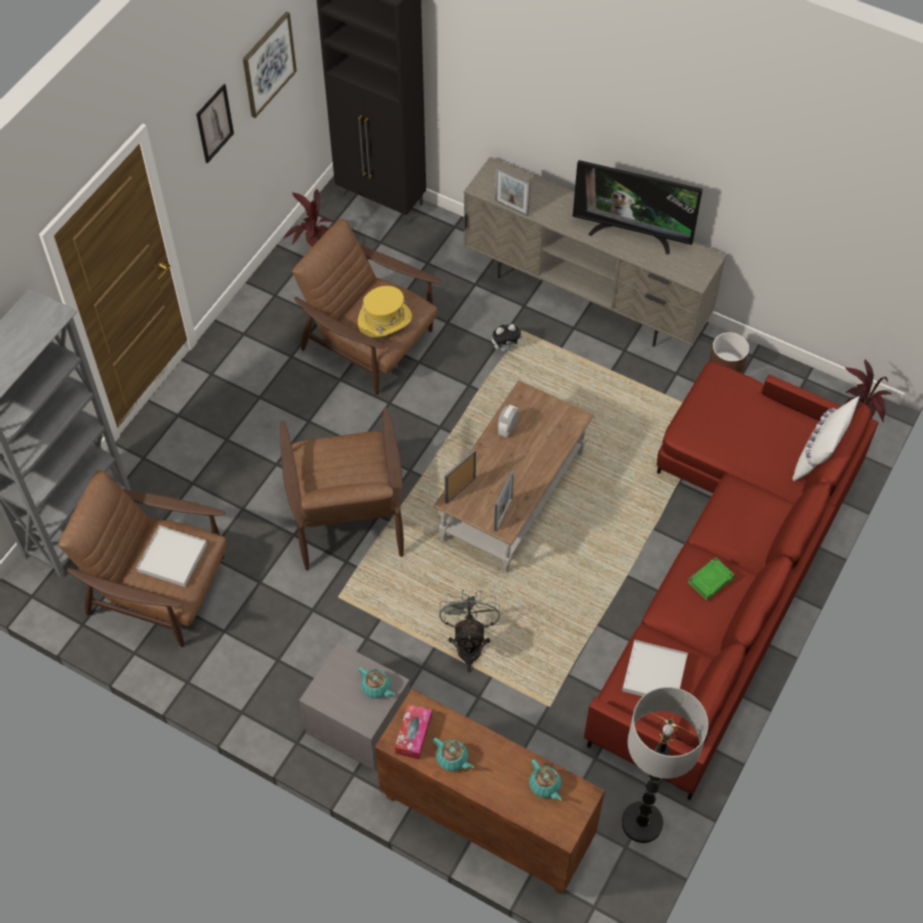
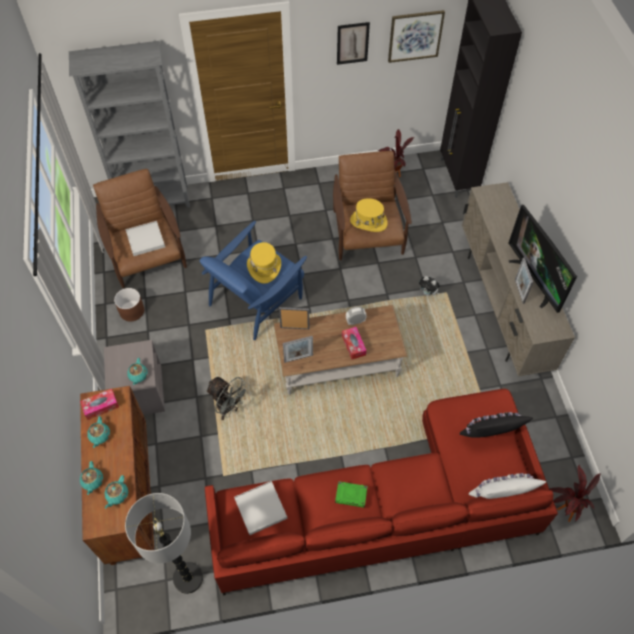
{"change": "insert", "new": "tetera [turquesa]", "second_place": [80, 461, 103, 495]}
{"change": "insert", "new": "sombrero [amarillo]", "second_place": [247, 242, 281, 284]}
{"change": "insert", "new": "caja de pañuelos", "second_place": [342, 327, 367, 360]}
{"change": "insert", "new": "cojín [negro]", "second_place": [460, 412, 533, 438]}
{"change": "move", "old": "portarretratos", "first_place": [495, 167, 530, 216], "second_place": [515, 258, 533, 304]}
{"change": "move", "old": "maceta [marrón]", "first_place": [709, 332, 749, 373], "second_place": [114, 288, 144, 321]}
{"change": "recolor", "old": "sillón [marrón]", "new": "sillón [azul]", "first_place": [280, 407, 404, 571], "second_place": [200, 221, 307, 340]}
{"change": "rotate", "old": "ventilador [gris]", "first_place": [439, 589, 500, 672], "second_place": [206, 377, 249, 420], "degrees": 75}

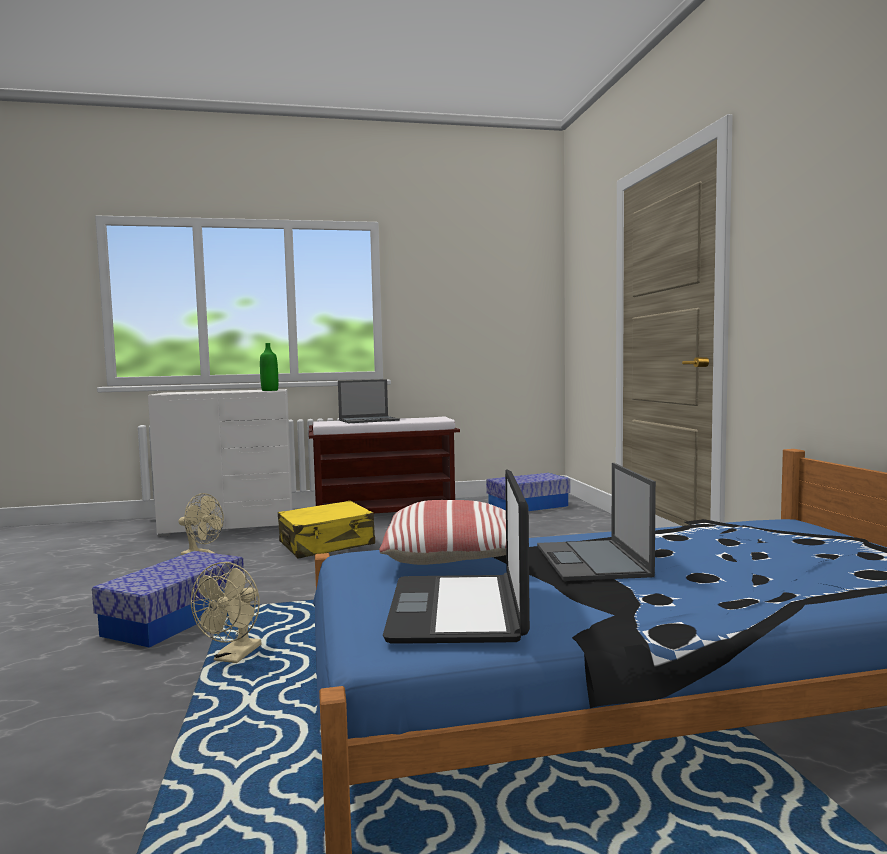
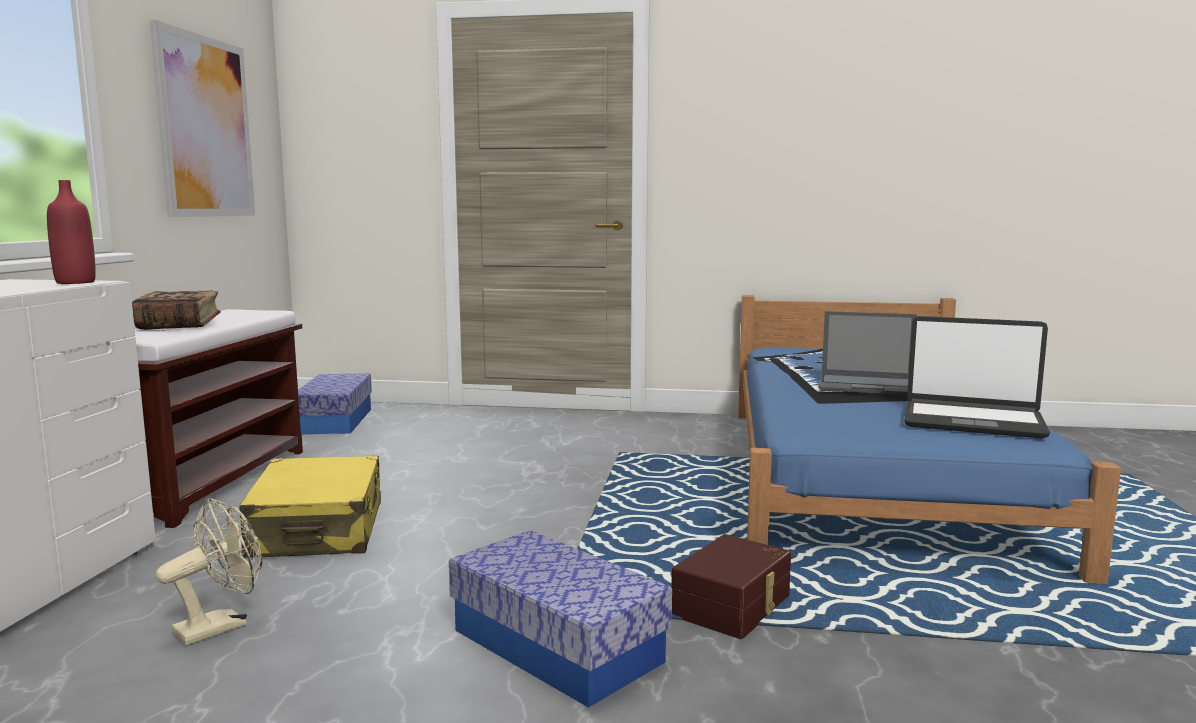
{"change": "delete", "old": "cojín", "first_place": [379, 500, 506, 565]}
{"change": "insert", "new": "cuadro", "second_place": [150, 20, 255, 217]}
{"change": "replace", "old": "ventilador [beis]", "new": "caja de almacenaje [marrón]", "first_place": [191, 562, 262, 663], "second_place": [671, 534, 791, 639]}
{"change": "replace", "old": "portátil", "new": "libro", "first_place": [338, 379, 400, 423], "second_place": [132, 291, 221, 330]}
{"change": "recolor", "old": "botella [verde]", "new": "botella [rojo]", "first_place": [260, 343, 278, 391], "second_place": [47, 180, 96, 284]}

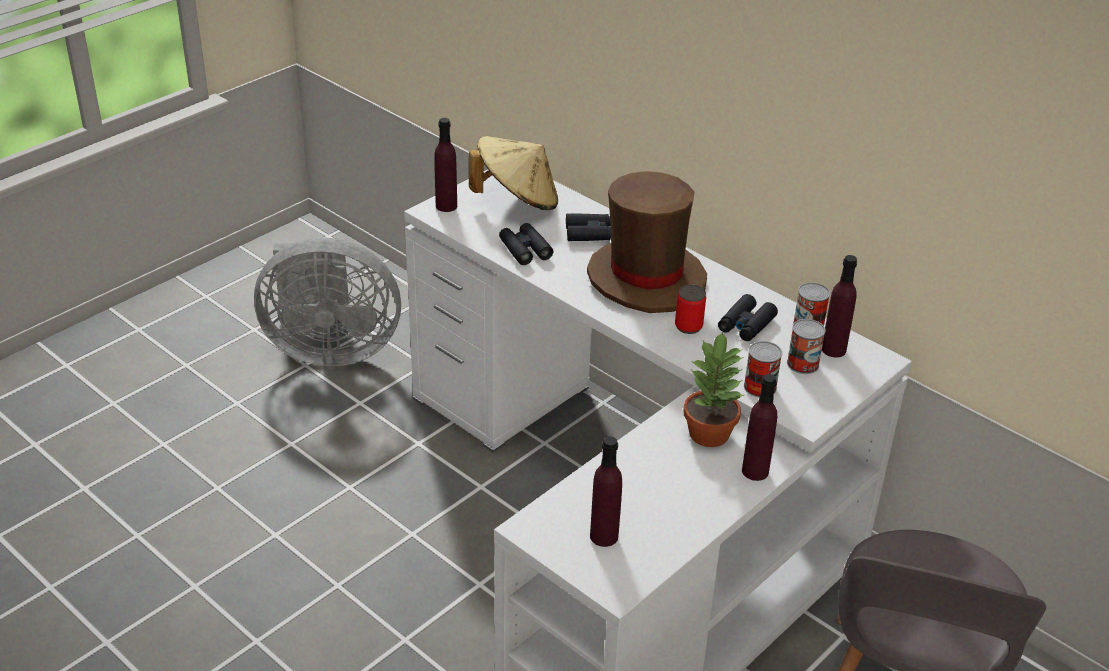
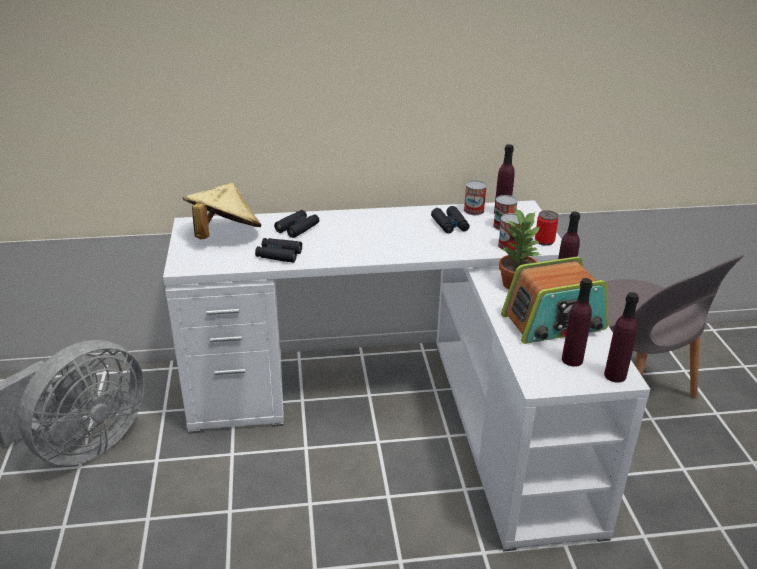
{"change": "delete", "old": "sombrero [marrón]", "first_place": [587, 171, 707, 313]}
{"change": "insert", "new": "radio", "second_place": [501, 257, 608, 344]}
{"change": "move", "old": "botella [morado]", "first_place": [434, 118, 457, 212], "second_place": [604, 292, 639, 383]}
{"change": "move", "old": "lata", "first_place": [675, 285, 706, 334], "second_place": [535, 210, 558, 246]}

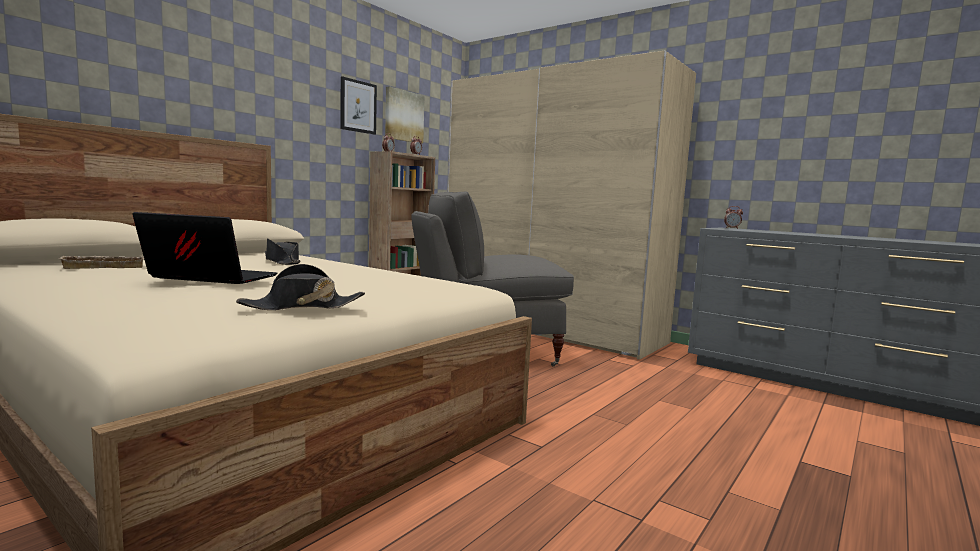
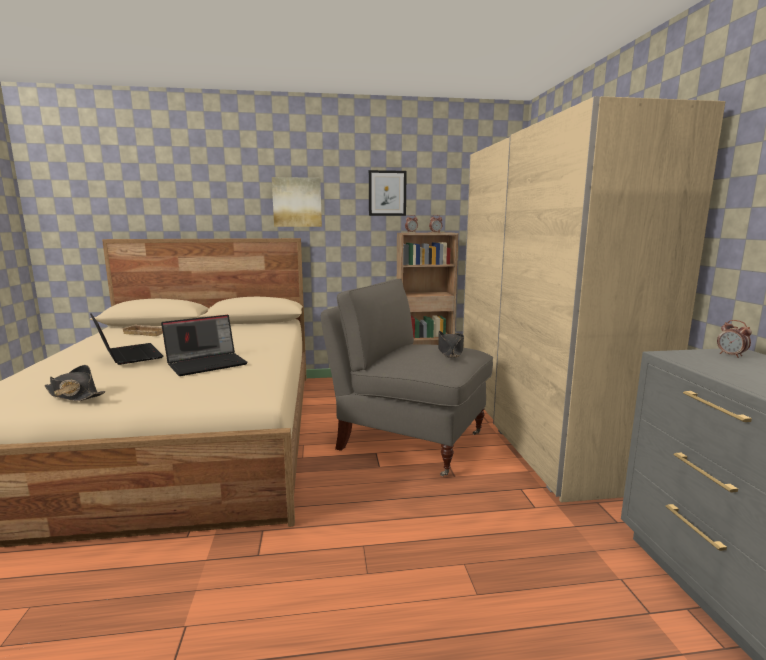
{"change": "insert", "new": "portátil", "second_place": [161, 315, 248, 376]}
{"change": "move", "old": "sombrero [negro]", "first_place": [265, 238, 301, 265], "second_place": [438, 331, 464, 358]}
{"change": "move", "old": "cuadro", "first_place": [385, 86, 425, 144], "second_place": [272, 177, 322, 227]}

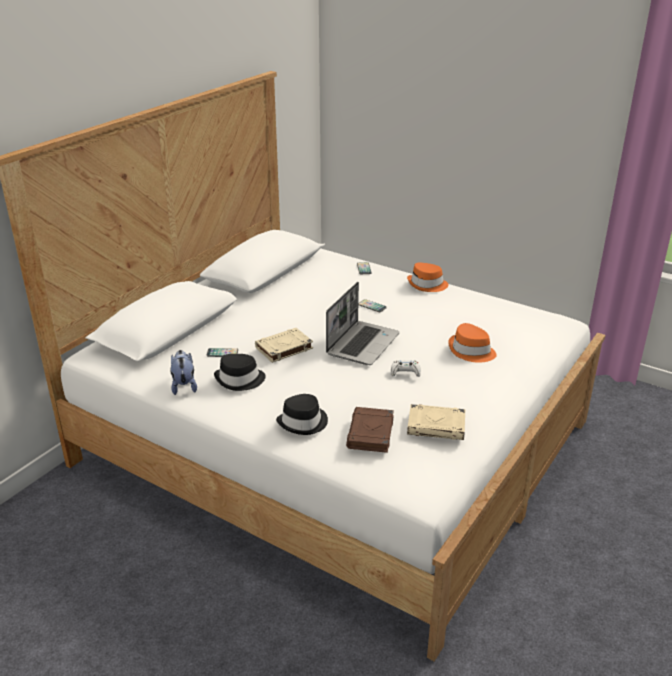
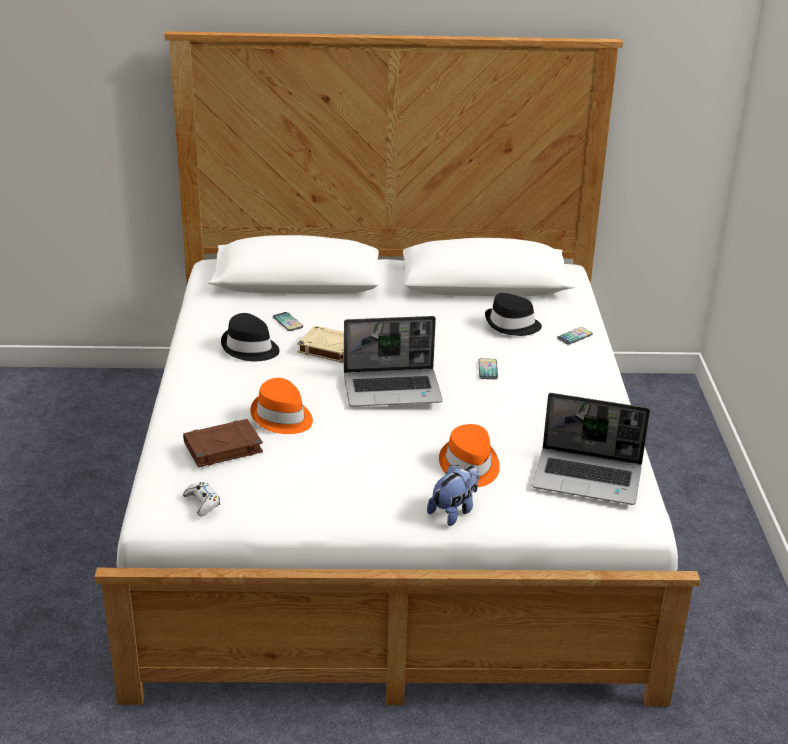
{"change": "delete", "old": "libro [beis]", "first_place": [407, 404, 465, 440]}
{"change": "insert", "new": "portátil", "second_place": [532, 393, 650, 505]}
{"change": "move", "old": "peluche", "first_place": [170, 350, 197, 395], "second_place": [427, 465, 479, 526]}
{"change": "move", "old": "sombrero [negro]", "first_place": [276, 394, 328, 435], "second_place": [485, 293, 542, 336]}
{"change": "move", "old": "mando de consola [blanco]", "first_place": [391, 360, 421, 377], "second_place": [183, 482, 220, 516]}
{"change": "move", "old": "sombrero [naranja]", "first_place": [407, 263, 449, 292], "second_place": [250, 378, 313, 434]}

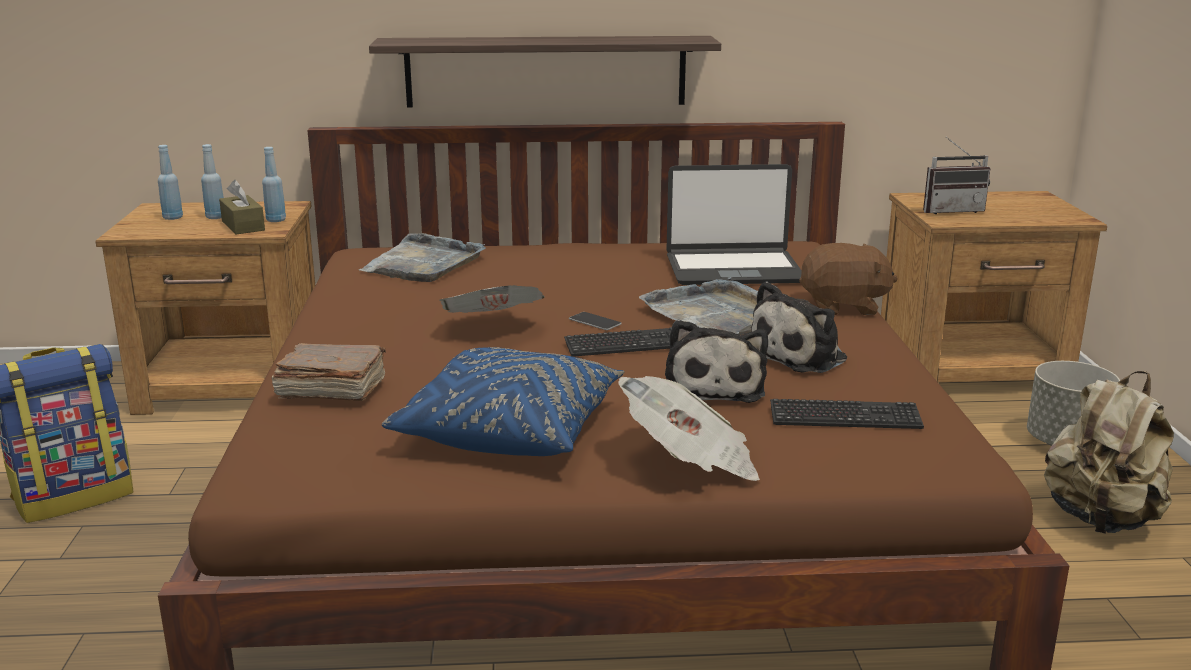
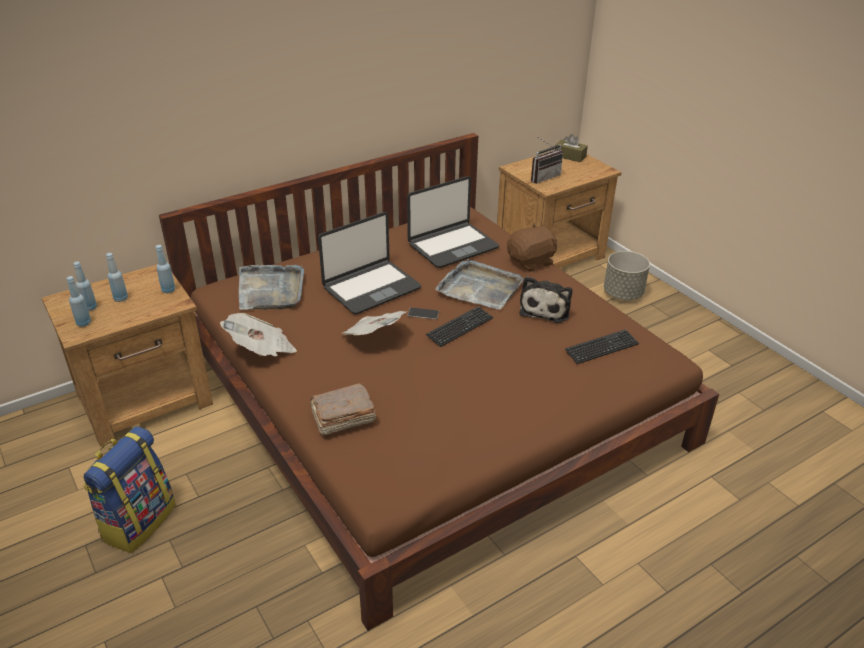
{"change": "delete", "old": "estante", "first_place": [369, 36, 721, 107]}
{"change": "delete", "old": "cojín [azul]", "first_place": [382, 347, 625, 456]}
{"change": "delete", "old": "peluche", "first_place": [665, 320, 768, 403]}
{"change": "delete", "old": "mochila [beis]", "first_place": [1044, 371, 1174, 534]}
{"change": "insert", "new": "botella [azul]", "second_place": [66, 276, 91, 327]}
{"change": "insert", "new": "portátil", "second_place": [318, 212, 421, 314]}
{"change": "move", "old": "caja de pañuelos [marrón]", "first_place": [219, 180, 265, 234], "second_place": [555, 134, 588, 163]}
{"change": "move", "old": "periódico", "first_place": [618, 376, 760, 481], "second_place": [220, 313, 297, 356]}

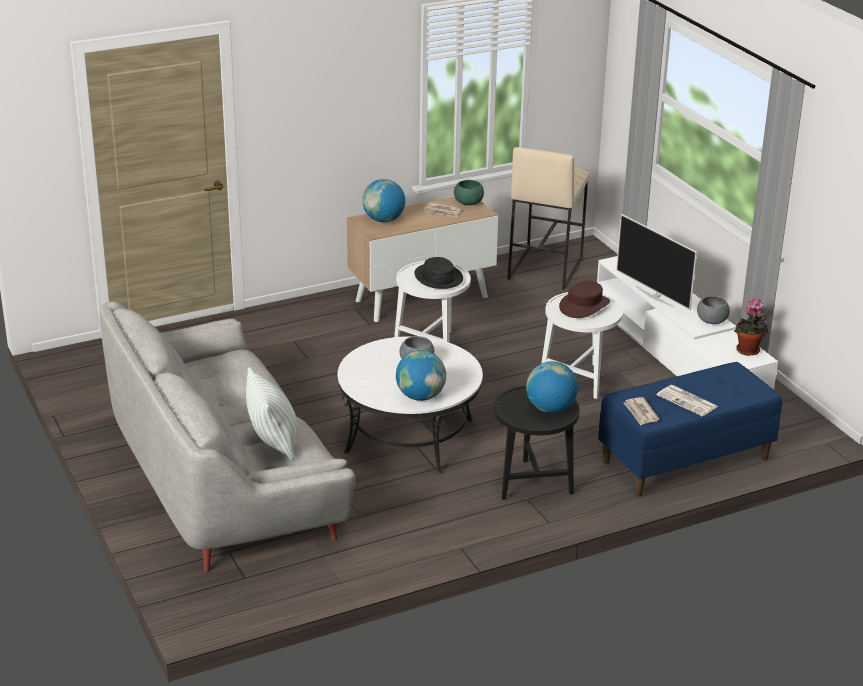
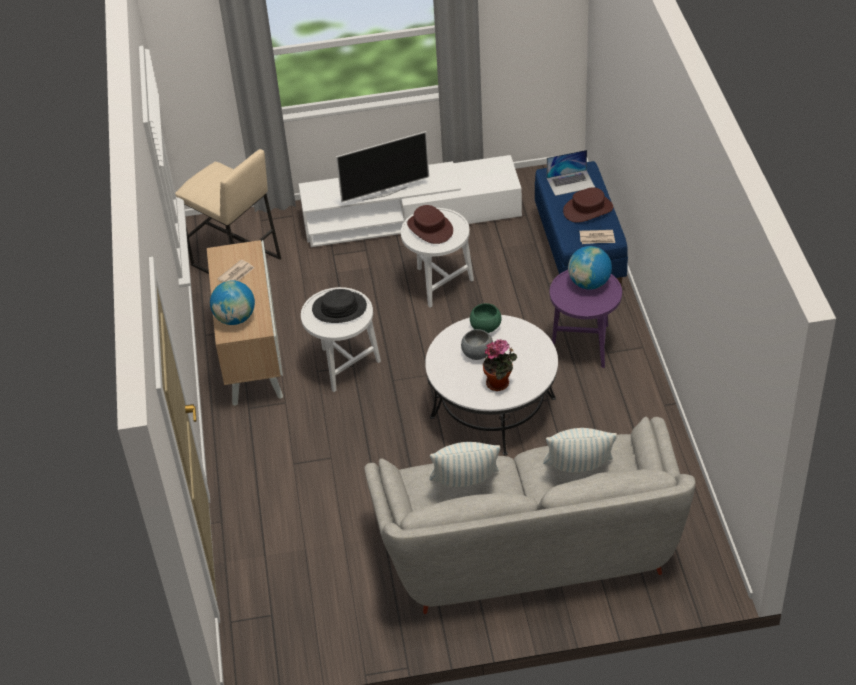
{"change": "delete", "old": "globo terráqueo", "first_place": [396, 350, 446, 401]}
{"change": "delete", "old": "cuenco [gris]", "first_place": [697, 296, 730, 324]}
{"change": "insert", "new": "cojín", "second_place": [430, 442, 500, 487]}
{"change": "insert", "new": "portátil", "second_place": [547, 150, 595, 196]}
{"change": "move", "old": "cuenco [verde]", "first_place": [454, 180, 484, 205], "second_place": [470, 303, 501, 333]}
{"change": "move", "old": "planta en maceta", "first_place": [734, 298, 769, 356], "second_place": [483, 339, 517, 391]}
{"change": "replace", "old": "periódico", "new": "sombrero [marrón]", "first_place": [657, 385, 718, 416], "second_place": [563, 187, 613, 223]}
{"change": "recolor", "old": "mesa auxiliar [negro]", "new": "mesa auxiliar [morado]", "first_place": [494, 386, 580, 500], "second_place": [550, 270, 622, 368]}

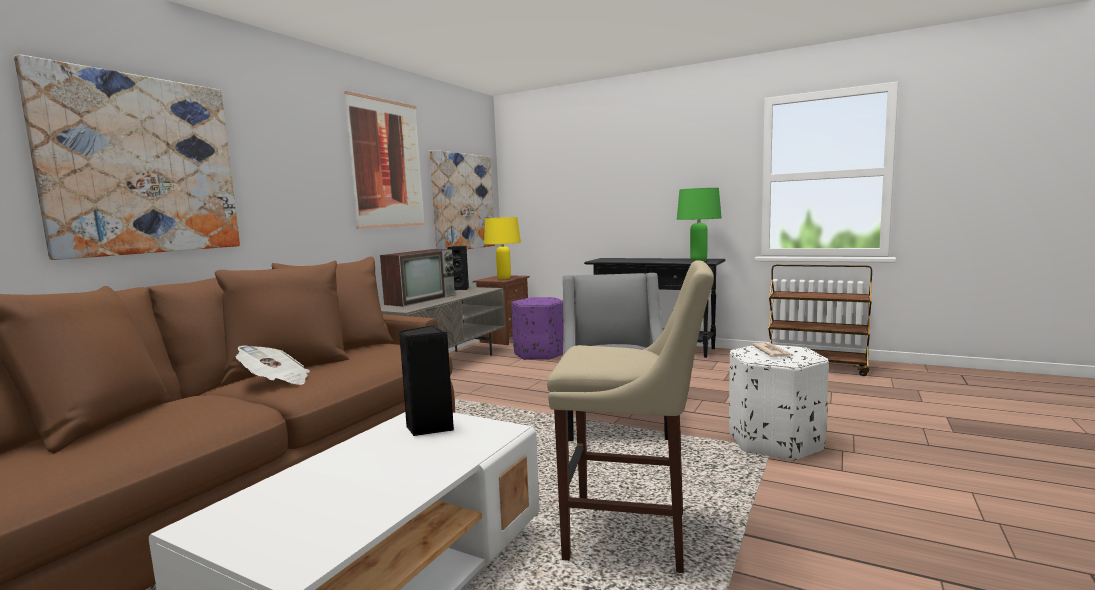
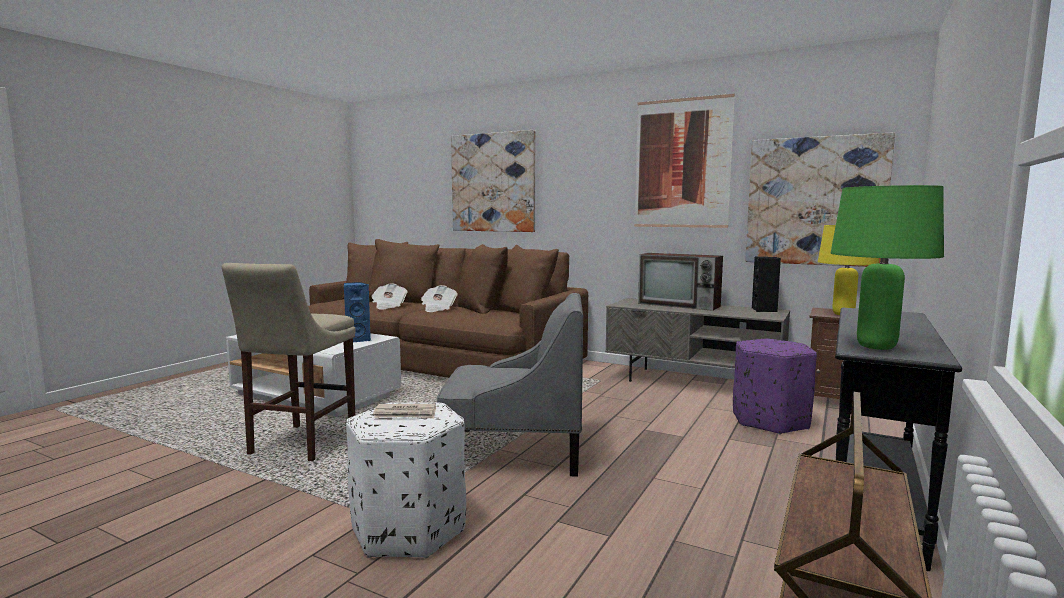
{"change": "insert", "new": "periódico", "second_place": [371, 283, 408, 310]}
{"change": "recolor", "old": "altavoz [negro]", "new": "altavoz [azul]", "first_place": [399, 325, 454, 436], "second_place": [344, 282, 371, 342]}

